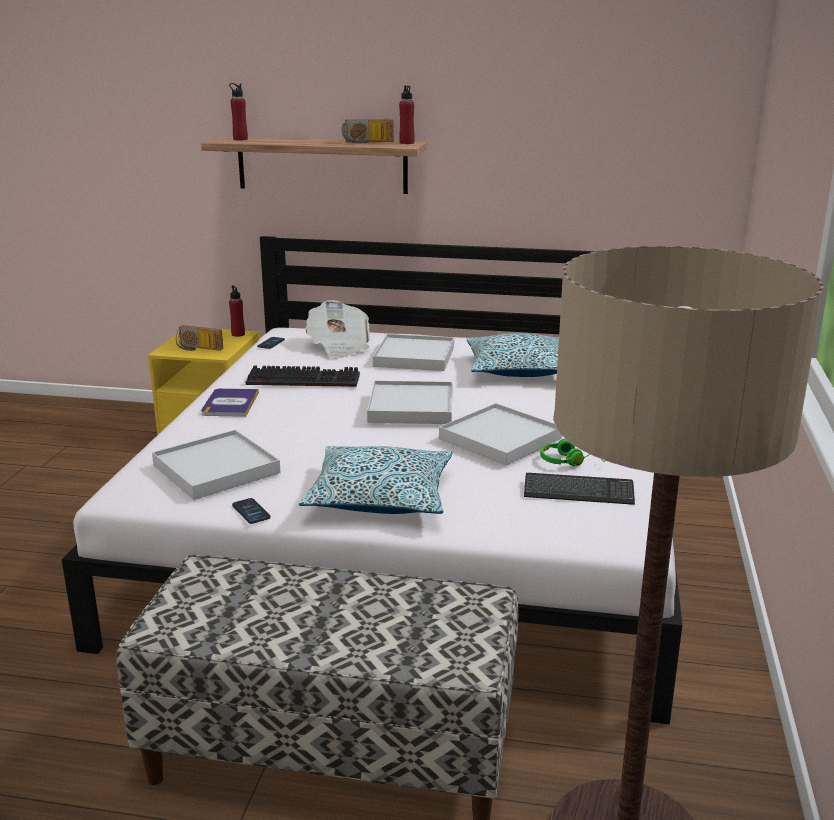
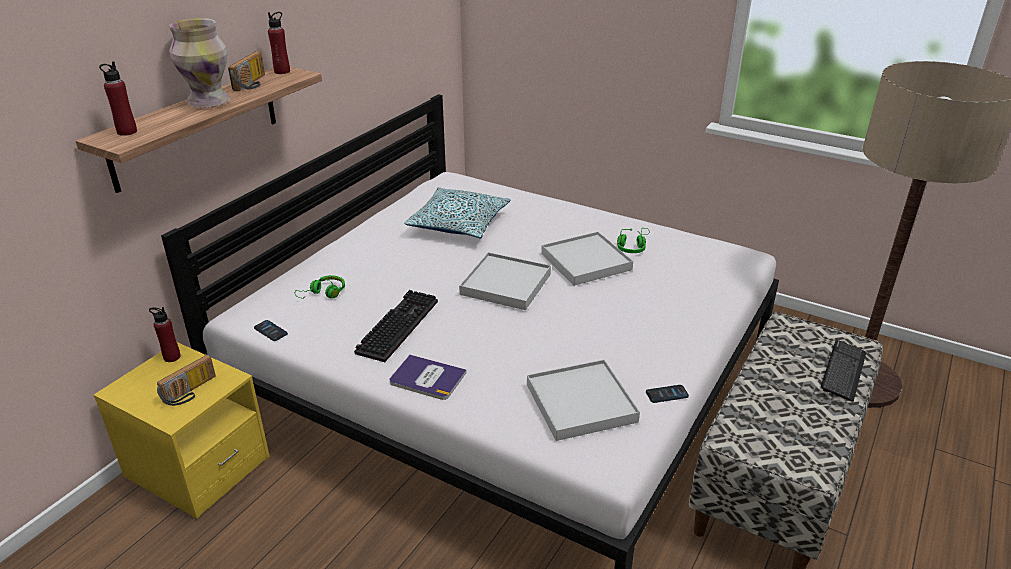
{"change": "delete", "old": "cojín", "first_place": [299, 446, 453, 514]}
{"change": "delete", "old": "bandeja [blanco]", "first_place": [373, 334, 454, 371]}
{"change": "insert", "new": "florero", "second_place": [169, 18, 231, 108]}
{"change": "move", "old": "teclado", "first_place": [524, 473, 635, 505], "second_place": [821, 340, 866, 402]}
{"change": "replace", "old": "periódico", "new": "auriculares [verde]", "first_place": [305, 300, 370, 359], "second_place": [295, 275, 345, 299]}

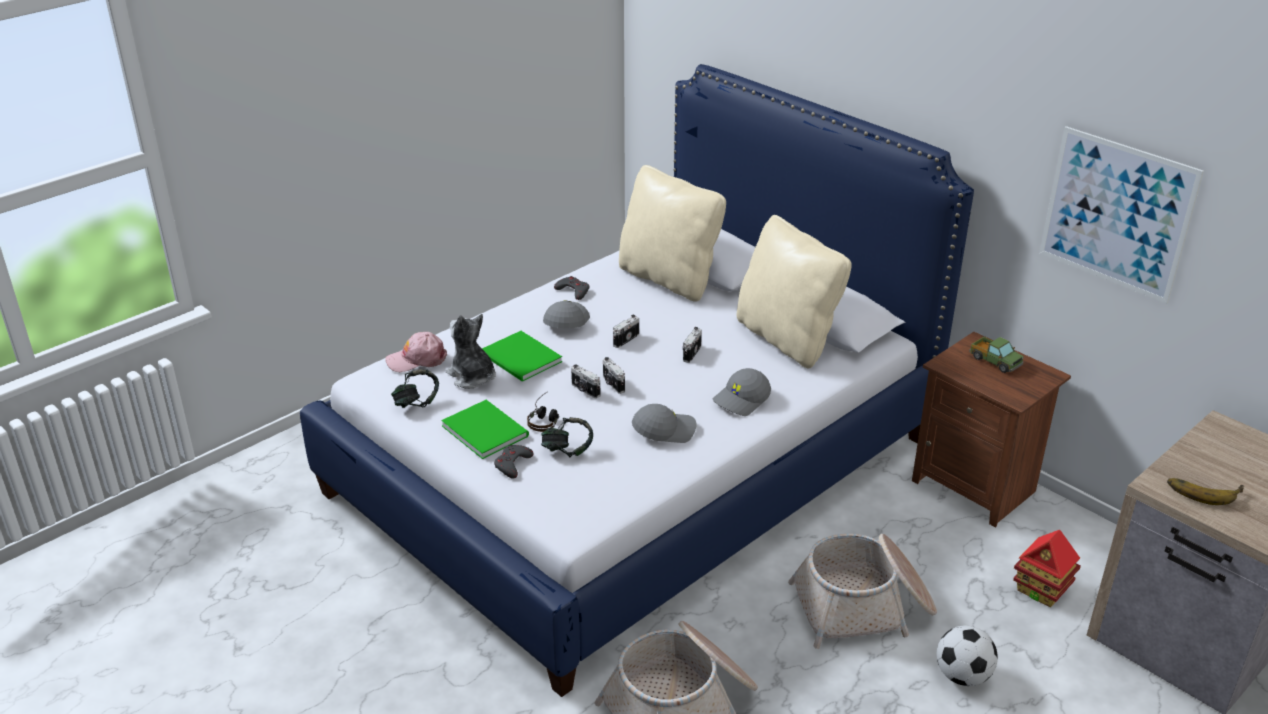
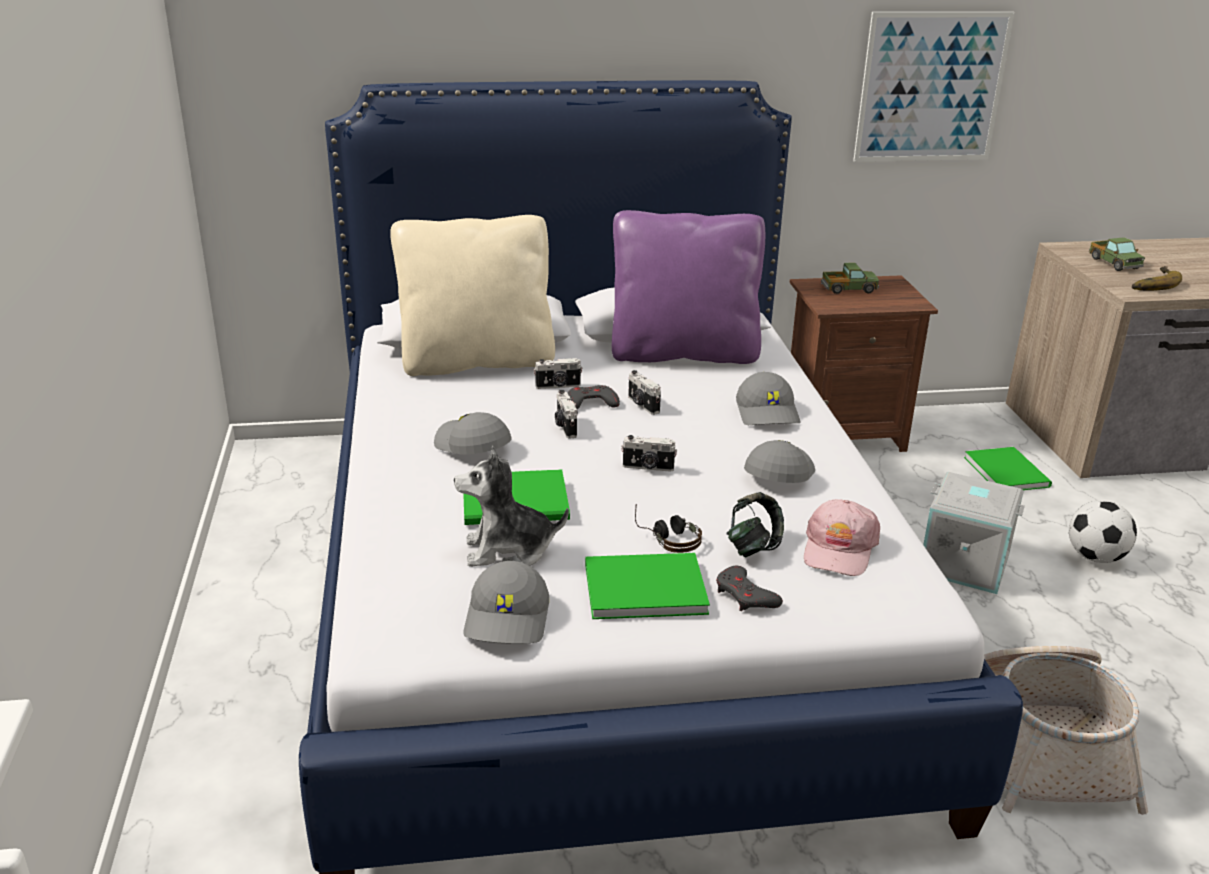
{"change": "insert", "new": "camión de juguete", "second_place": [1089, 237, 1145, 271]}
{"change": "move", "old": "gorra [rosa]", "first_place": [386, 332, 447, 372], "second_place": [804, 499, 880, 576]}
{"change": "move", "old": "mando de consola [gris]", "first_place": [554, 276, 589, 300], "second_place": [568, 385, 620, 410]}
{"change": "move", "old": "cámara", "first_place": [571, 364, 601, 398], "second_place": [534, 358, 583, 389]}
{"change": "replace", "old": "auriculares", "new": "gorra [gris]", "first_place": [391, 369, 439, 408], "second_place": [463, 561, 549, 644]}
{"change": "replace", "old": "cesta", "new": "caja de almacenaje [gris]", "first_place": [788, 534, 937, 649], "second_place": [923, 472, 1025, 594]}
{"change": "replace", "old": "casita", "new": "libro [verde]", "first_place": [1013, 530, 1081, 607], "second_place": [964, 447, 1052, 490]}
{"change": "recolor", "old": "cojín [beis]", "new": "cojín [morado]", "first_place": [737, 215, 852, 368], "second_place": [612, 210, 765, 364]}

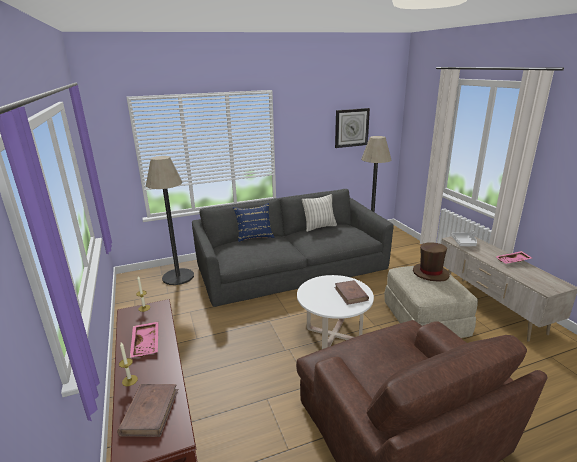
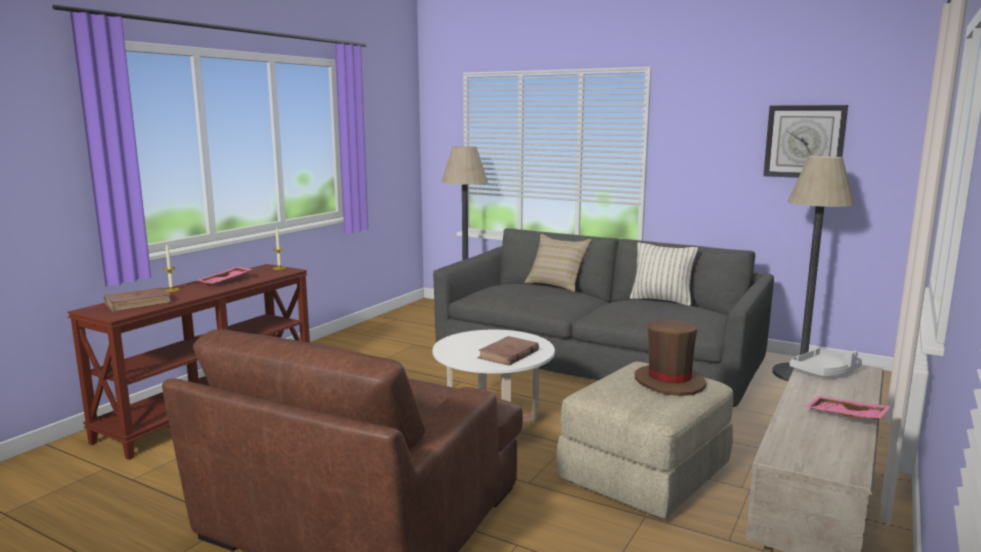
{"change": "recolor", "old": "cojín [azul]", "new": "cojín [beis]", "first_place": [233, 203, 275, 242], "second_place": [524, 234, 592, 292]}

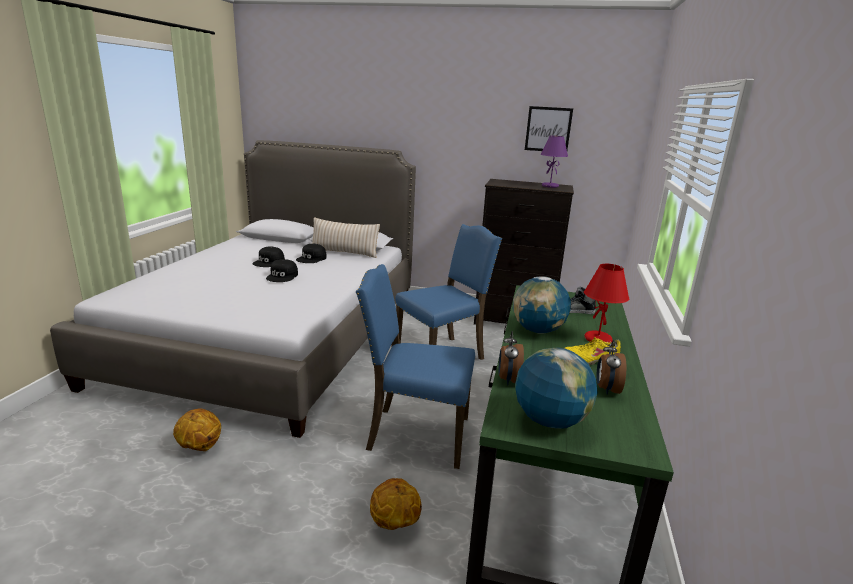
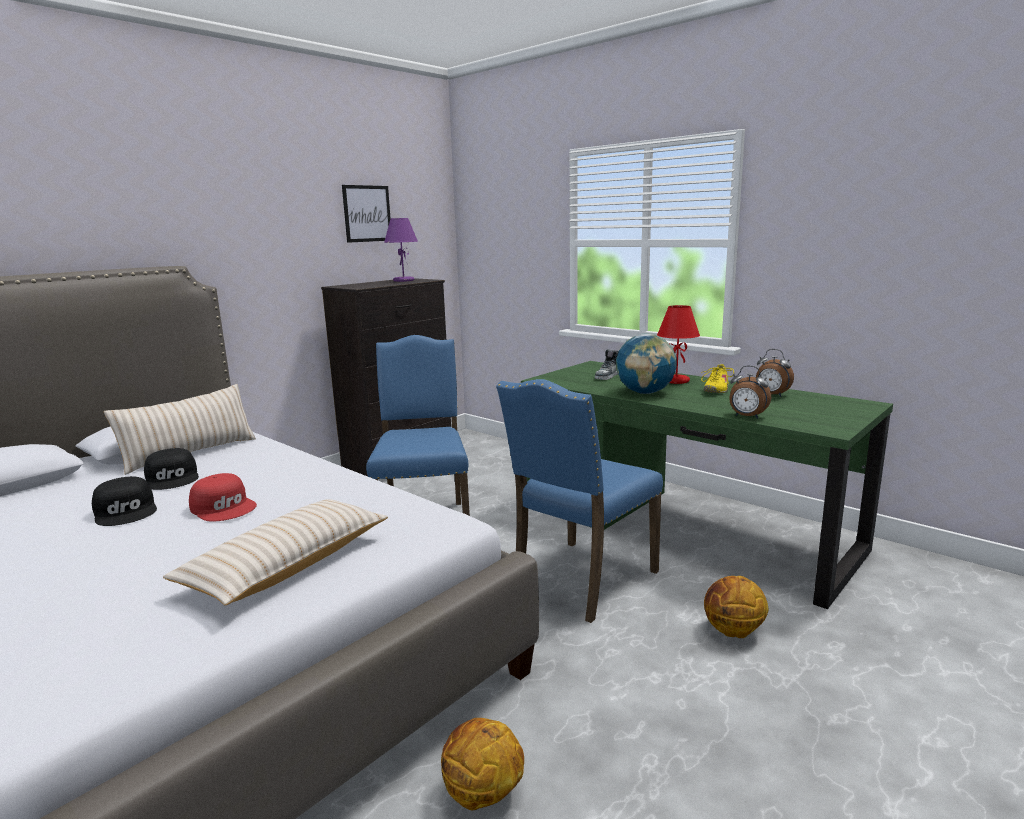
{"change": "delete", "old": "globo terráqueo", "first_place": [515, 348, 598, 429]}
{"change": "insert", "new": "cojín [beis]", "second_place": [163, 499, 388, 605]}
{"change": "recolor", "old": "gorra [negro]", "new": "gorra [rojo]", "first_place": [266, 259, 298, 282], "second_place": [189, 473, 257, 522]}

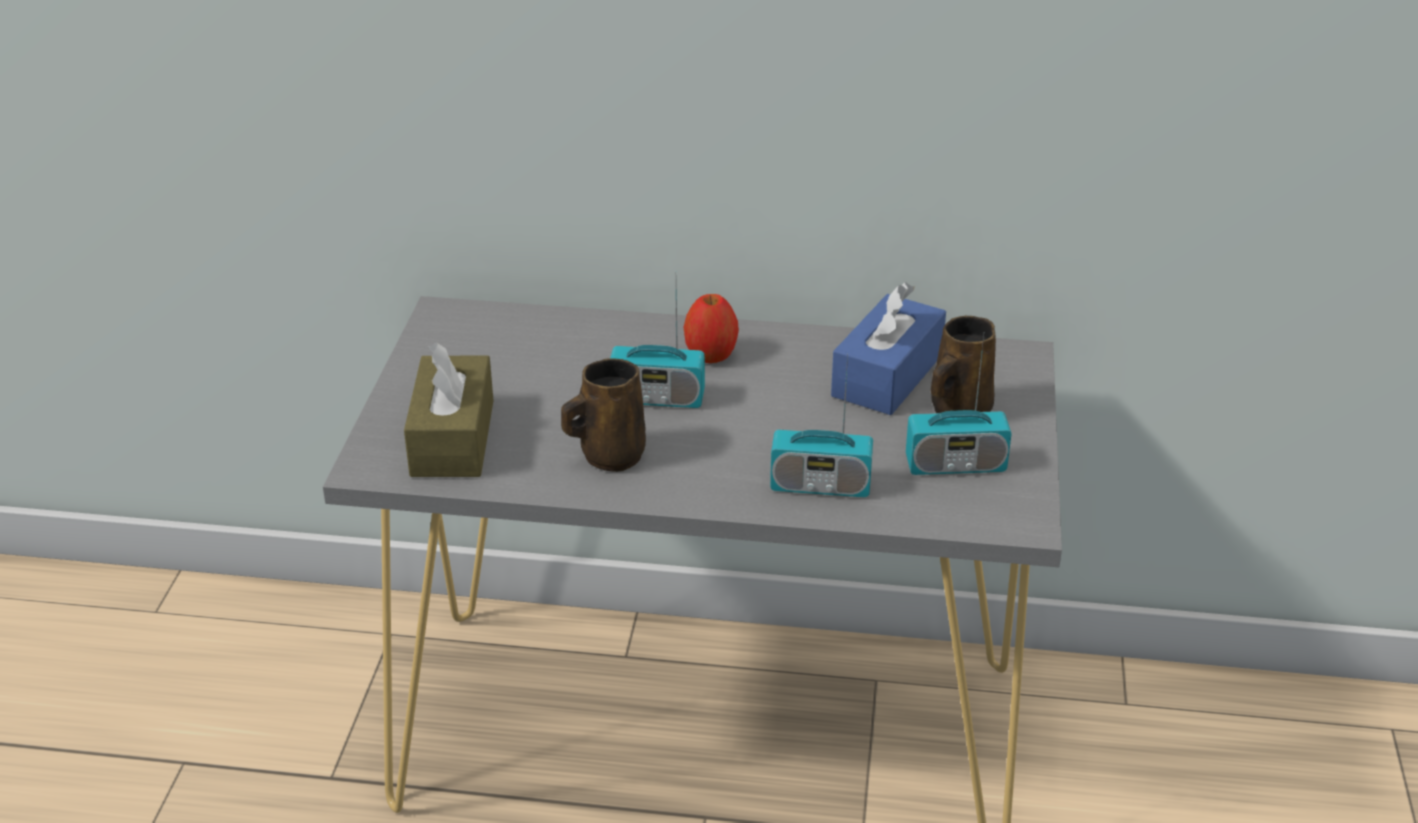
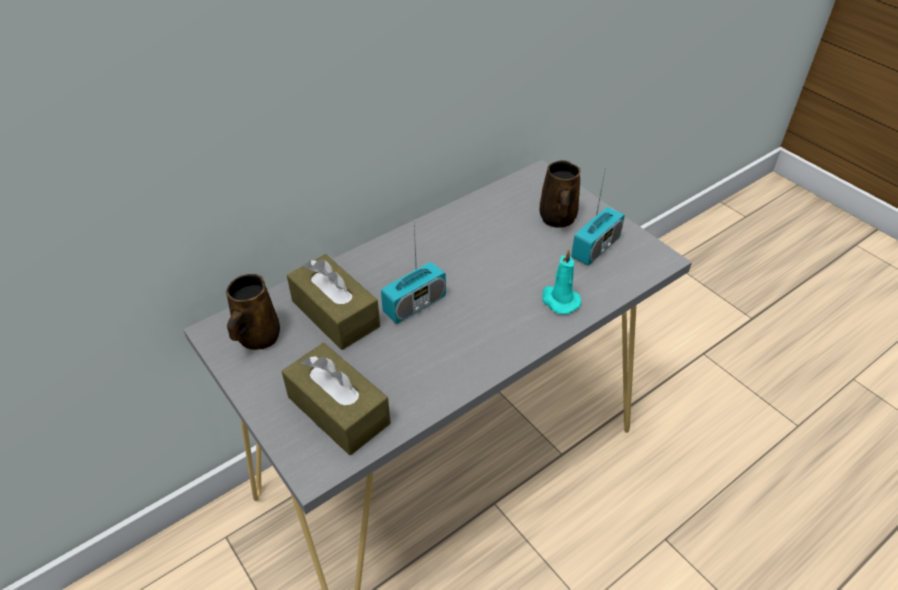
{"change": "delete", "old": "manzana", "first_place": [684, 294, 739, 363]}
{"change": "delete", "old": "caja de pañuelos [azul]", "first_place": [831, 282, 946, 415]}
{"change": "insert", "new": "caja de pañuelos [marrón]", "second_place": [287, 254, 380, 350]}
{"change": "move", "old": "taza grande [marrón]", "first_place": [561, 358, 646, 472], "second_place": [226, 274, 280, 350]}
{"change": "replace", "old": "radio", "new": "vela [turquesa]", "first_place": [770, 353, 873, 497], "second_place": [542, 249, 581, 314]}

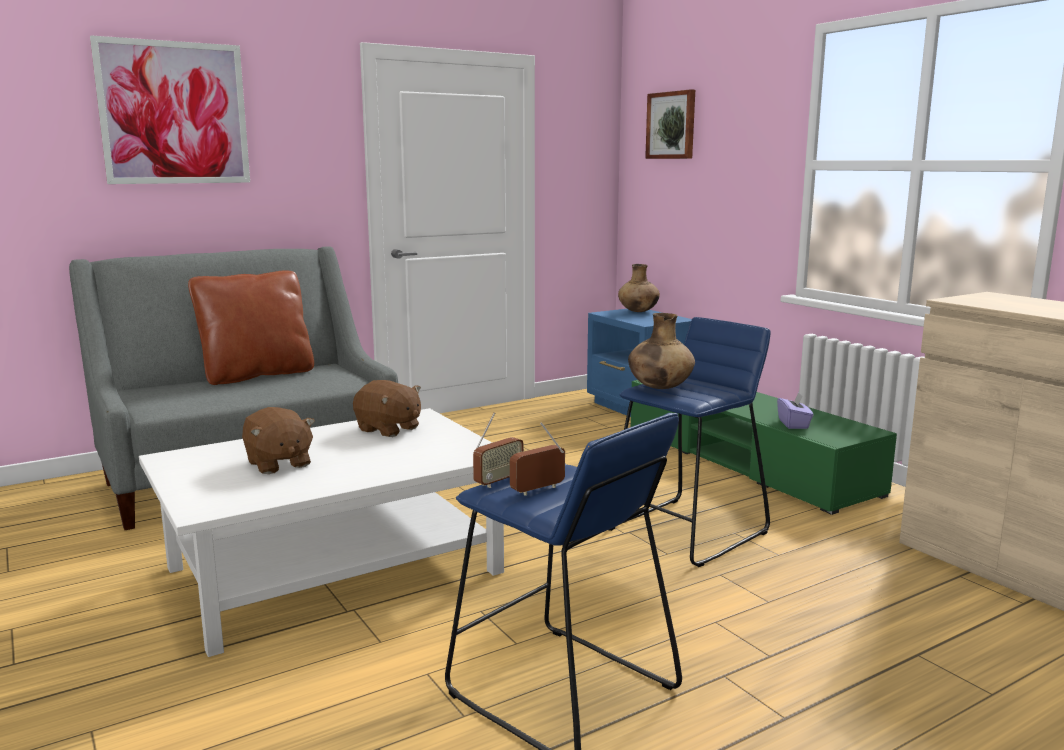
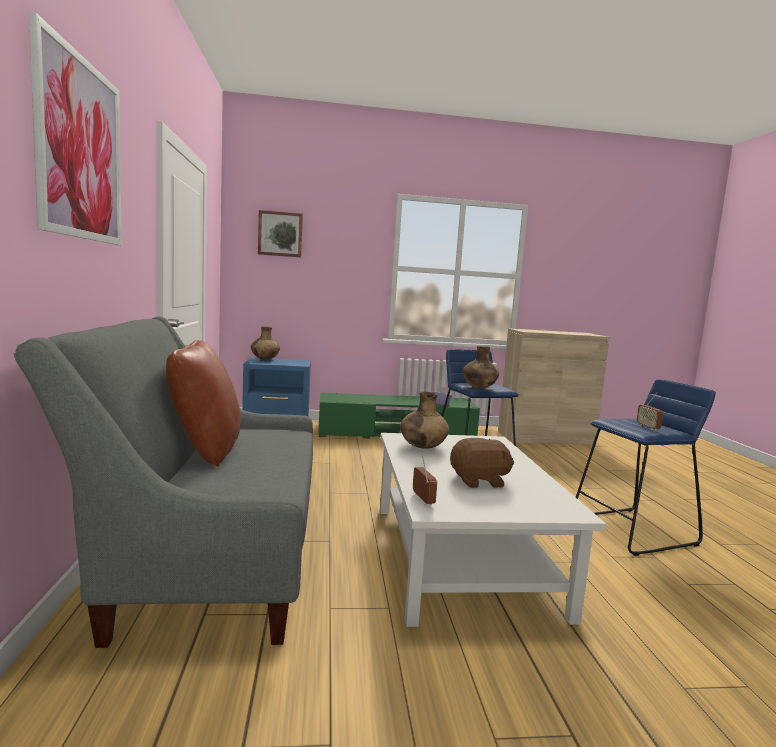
{"change": "move", "old": "radio", "first_place": [473, 412, 524, 488], "second_place": [413, 452, 437, 505]}
{"change": "replace", "old": "peluche [marrón]", "new": "florero [marrón]", "first_place": [353, 380, 421, 437], "second_place": [400, 392, 449, 449]}

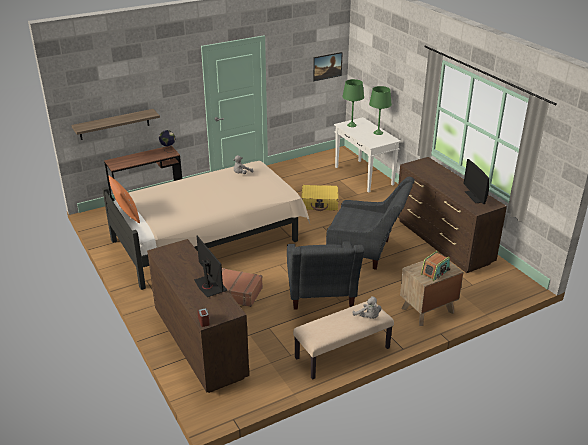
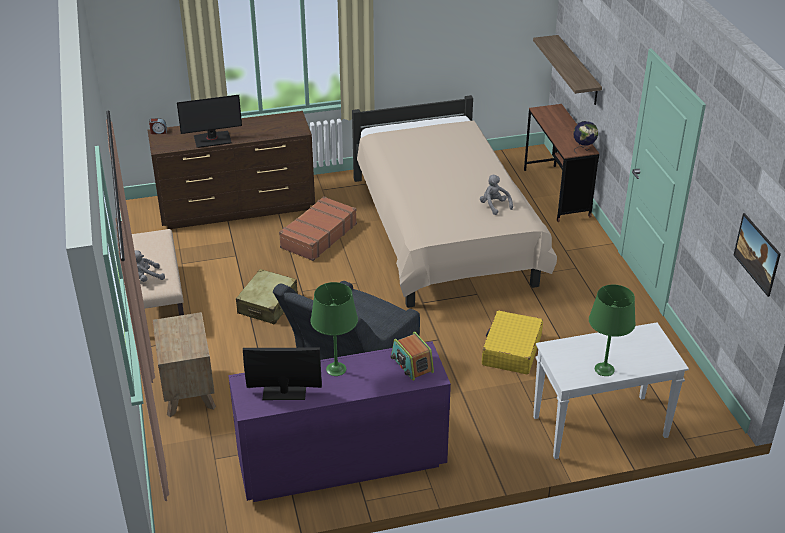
{"change": "delete", "old": "cojín [naranja]", "first_place": [109, 176, 140, 223]}
{"change": "move", "old": "lámpara de mesa [verde]", "first_place": [342, 79, 364, 127], "second_place": [311, 282, 358, 376]}
{"change": "move", "old": "radio", "first_place": [421, 251, 450, 281], "second_place": [391, 331, 434, 381]}
{"change": "replace", "old": "sillón [gris]", "new": "maleta [beis]", "first_place": [287, 241, 364, 310], "second_place": [236, 269, 298, 324]}
{"change": "recolor", "old": "cómoda [marrón]", "new": "cómoda [morado]", "first_place": [398, 157, 507, 273], "second_place": [229, 341, 451, 502]}

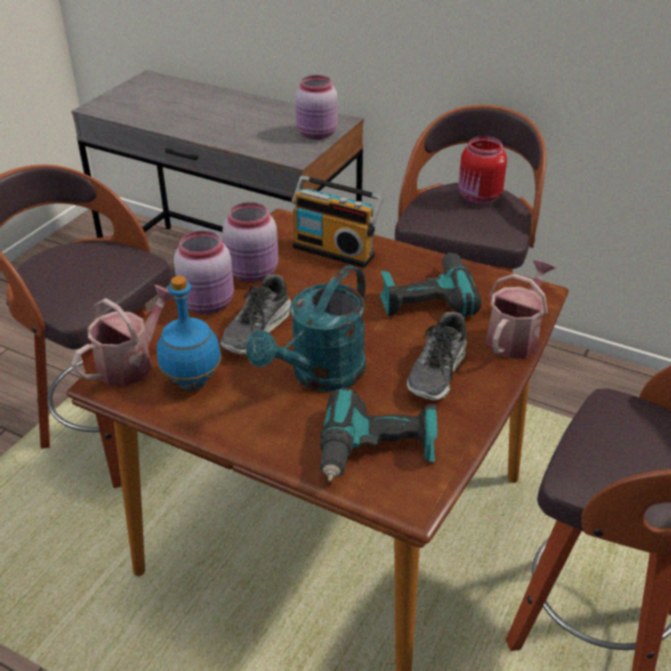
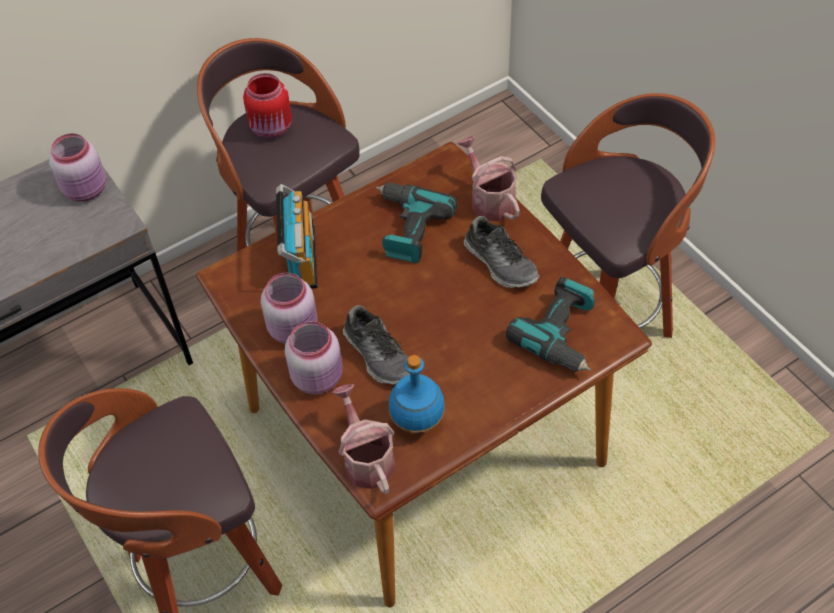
{"change": "delete", "old": "regadera [turquesa]", "first_place": [246, 265, 366, 392]}
{"change": "rotate", "old": "radio", "first_place": [292, 176, 384, 268], "second_place": [276, 184, 318, 289], "degrees": -60}

